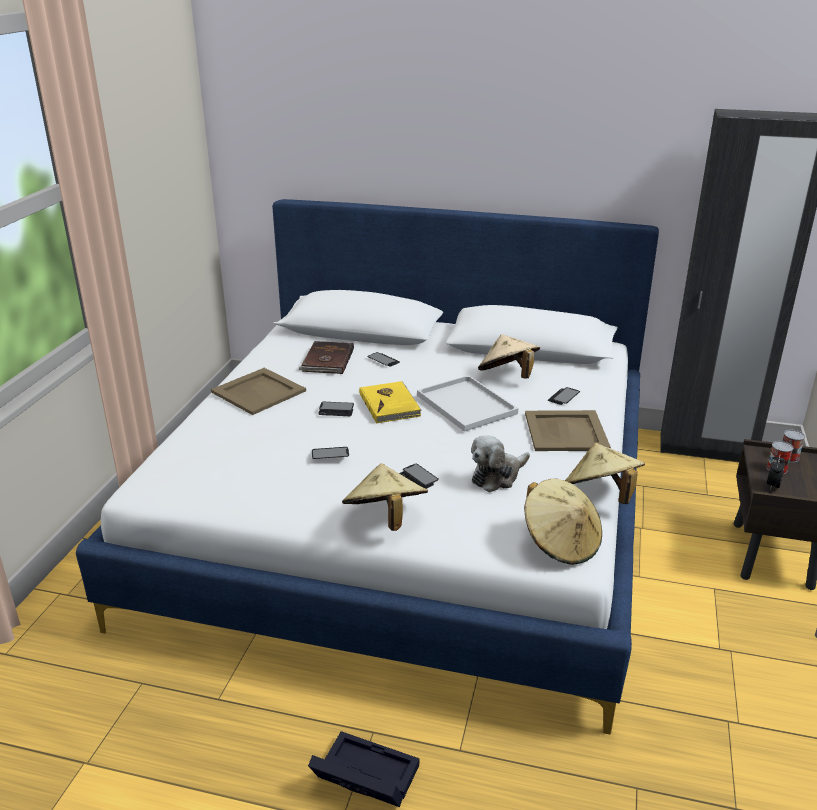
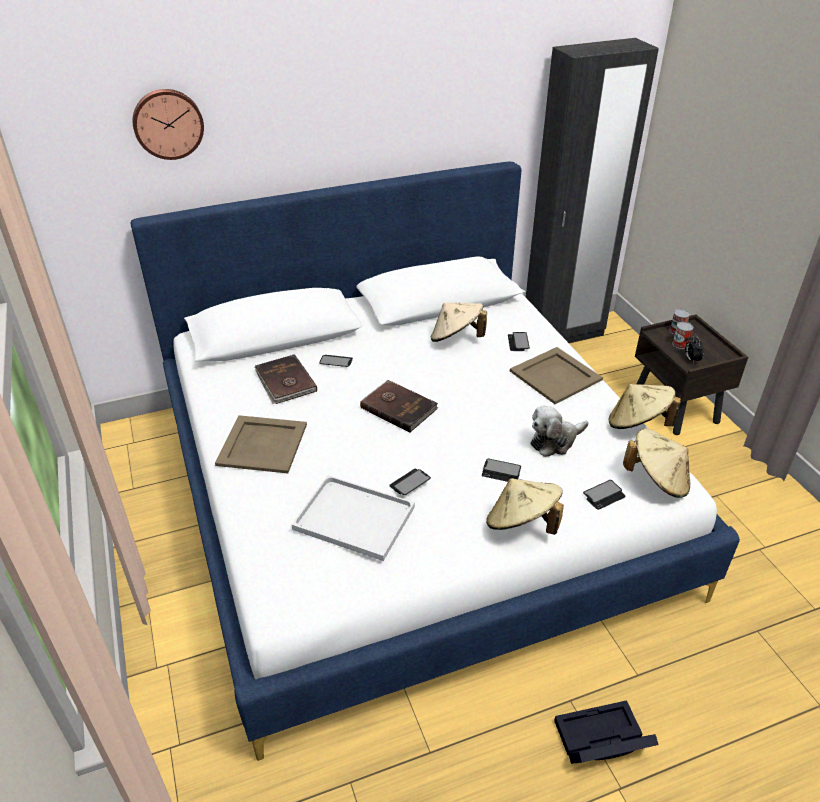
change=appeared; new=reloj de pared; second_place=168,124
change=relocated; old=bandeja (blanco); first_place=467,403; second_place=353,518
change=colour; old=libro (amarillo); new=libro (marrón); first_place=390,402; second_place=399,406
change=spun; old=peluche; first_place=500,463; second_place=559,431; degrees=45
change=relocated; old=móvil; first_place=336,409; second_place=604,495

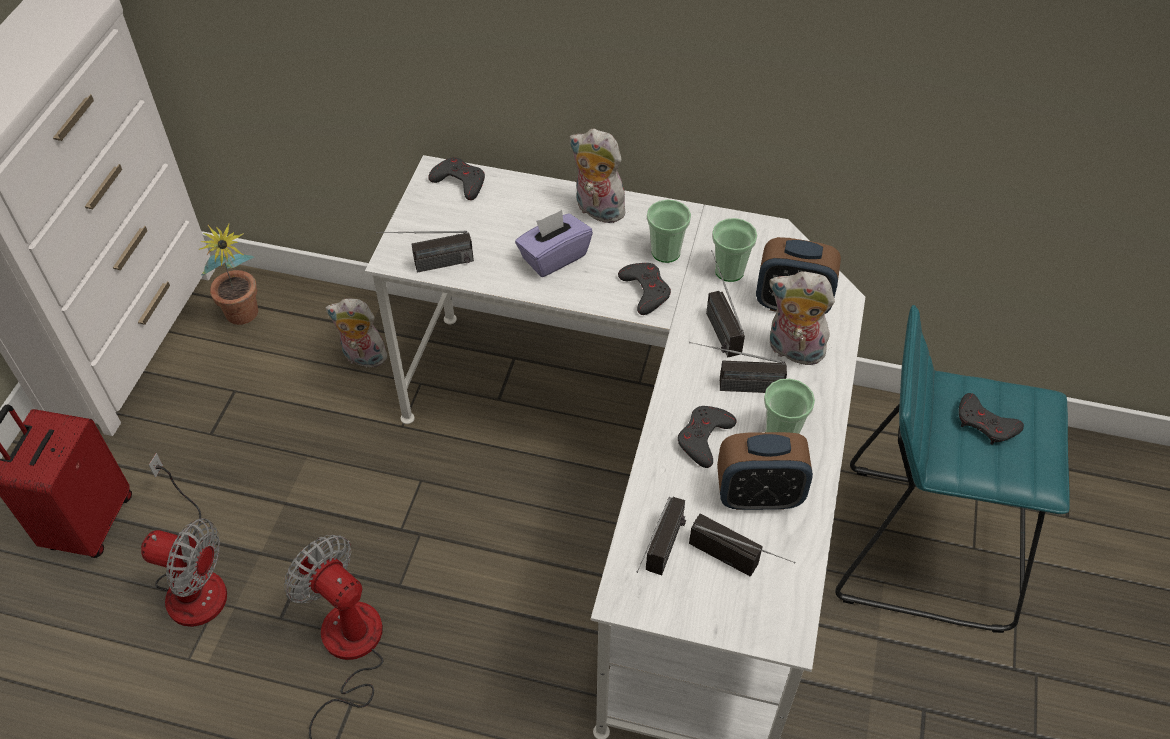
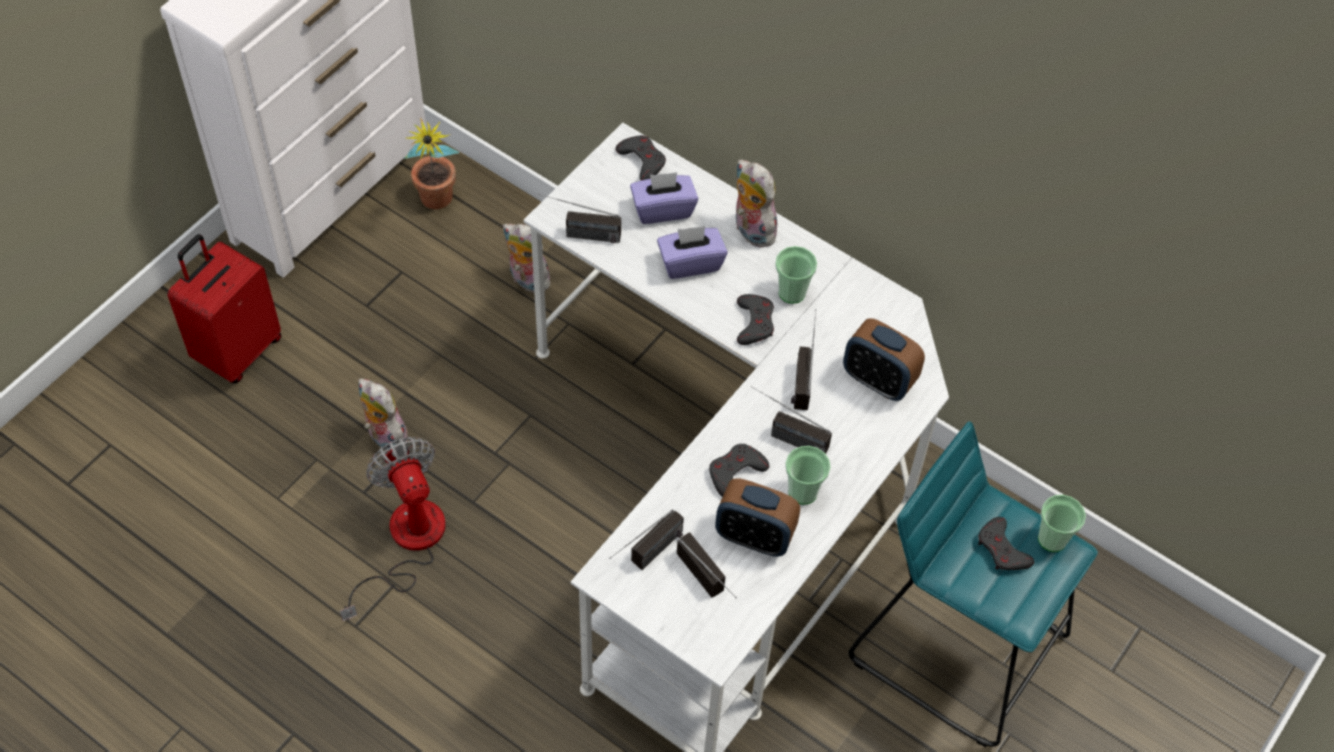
change=relocated; old=peluche; first_place=802,318; second_place=384,414
change=appeared; new=caja de pañuelos (morado); second_place=664,198
change=relocated; old=taza; first_place=734,250; second_place=1062,523
change=missing; old=ventilador; first_place=184,540

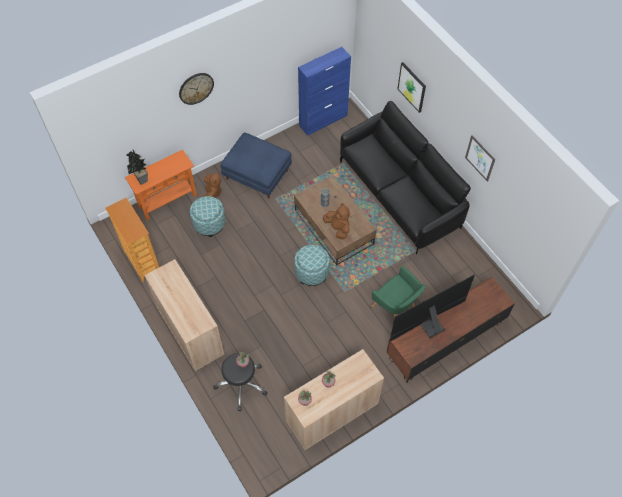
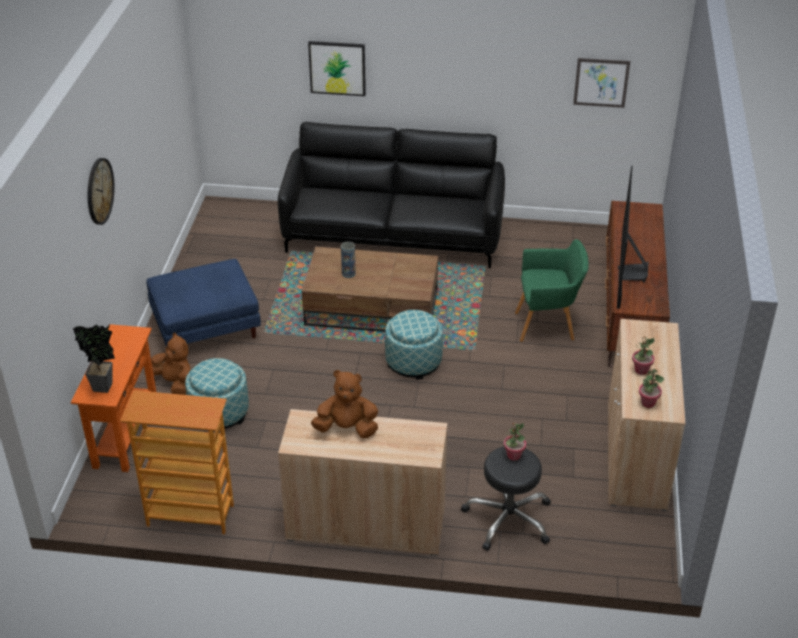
change=relocated; old=peluche (marrón); first_place=336,221; second_place=344,404
change=relocated; old=cuadro; first_place=480,158; second_place=601,83
change=missing; old=armario (azul); first_place=324,91

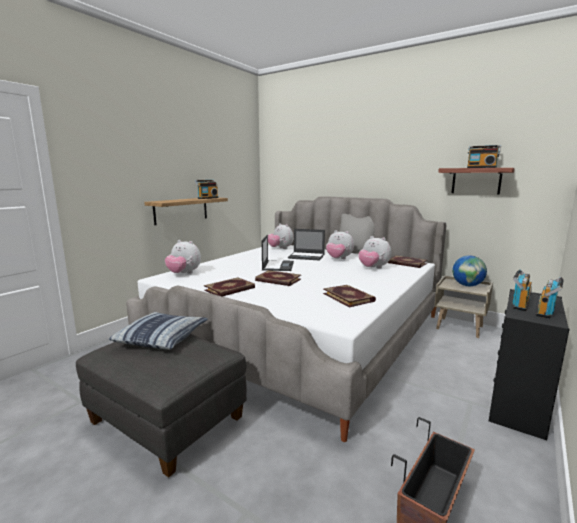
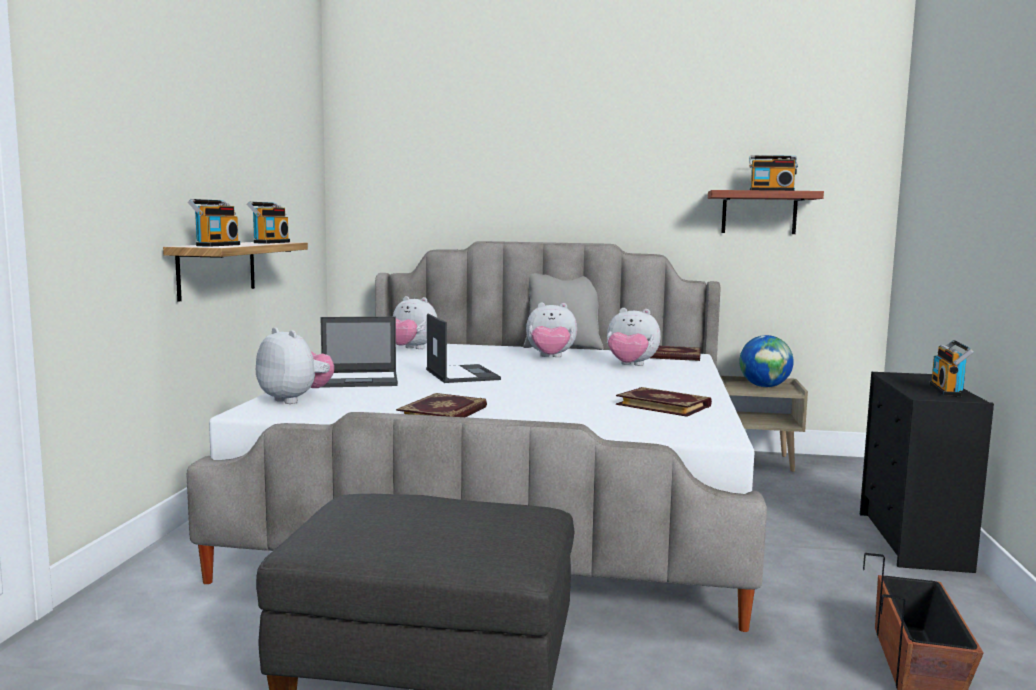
change=relocated; old=radio; first_place=522,290; second_place=214,223
change=spun; old=peluche; first_place=183,257; second_place=295,365; degrees=-135
change=relocated; old=portátil; first_place=306,245; second_place=359,352
change=missing; old=cojín; first_place=158,331
change=missing; old=libro; first_place=278,278

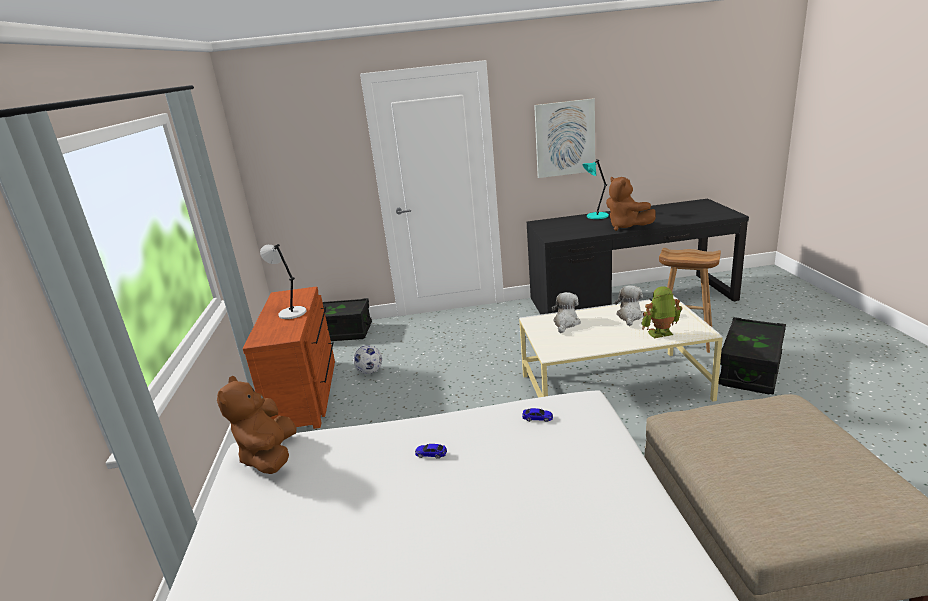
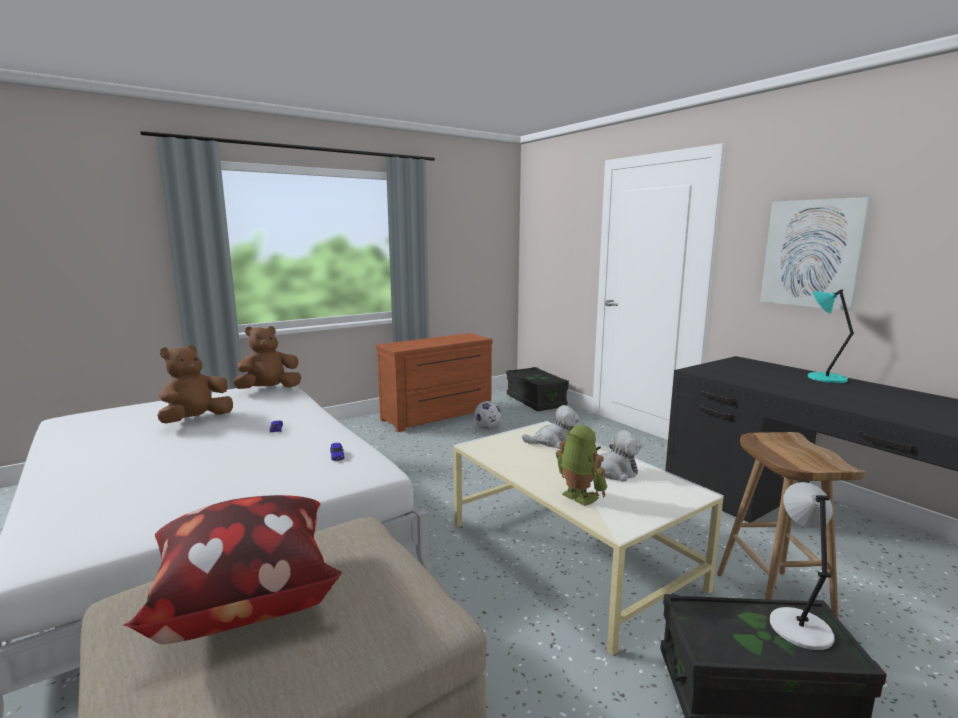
change=appeared; new=cojín; second_place=232,569
change=relocated; old=peluche (marrón); first_place=631,204; second_place=195,384
change=relocated; old=lámpara de mesa (gris); first_place=283,281; second_place=802,566

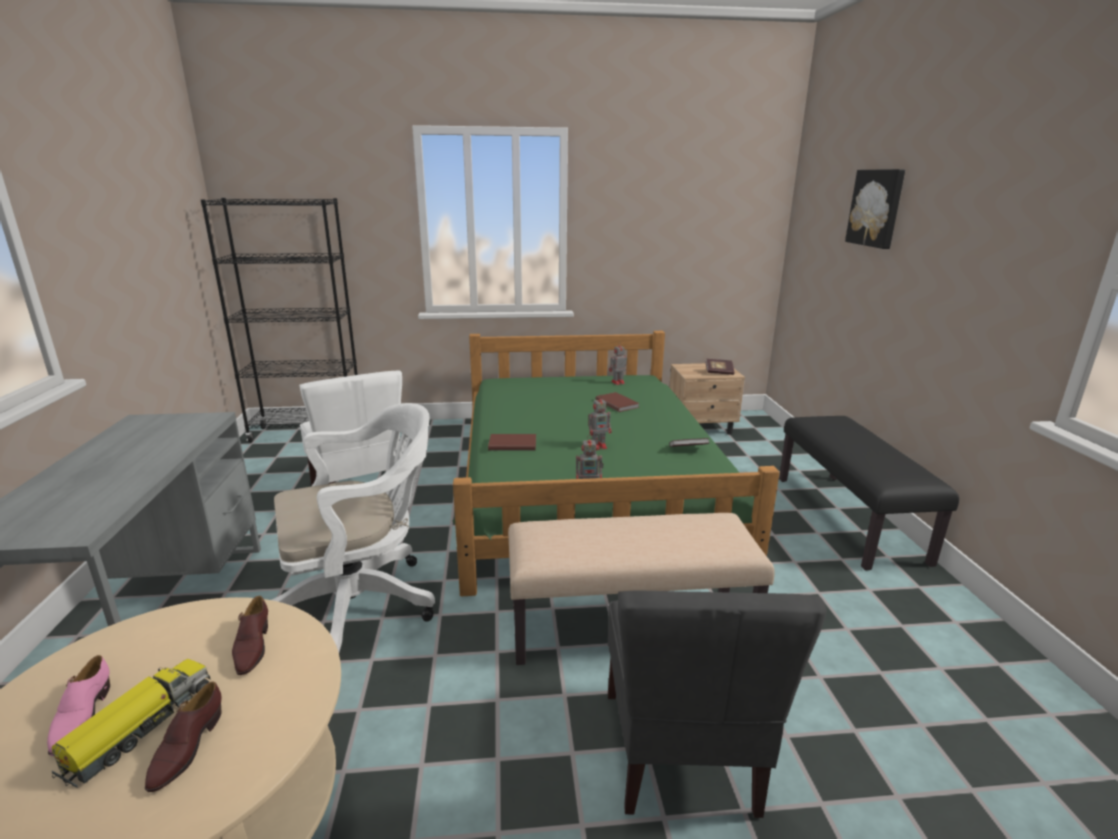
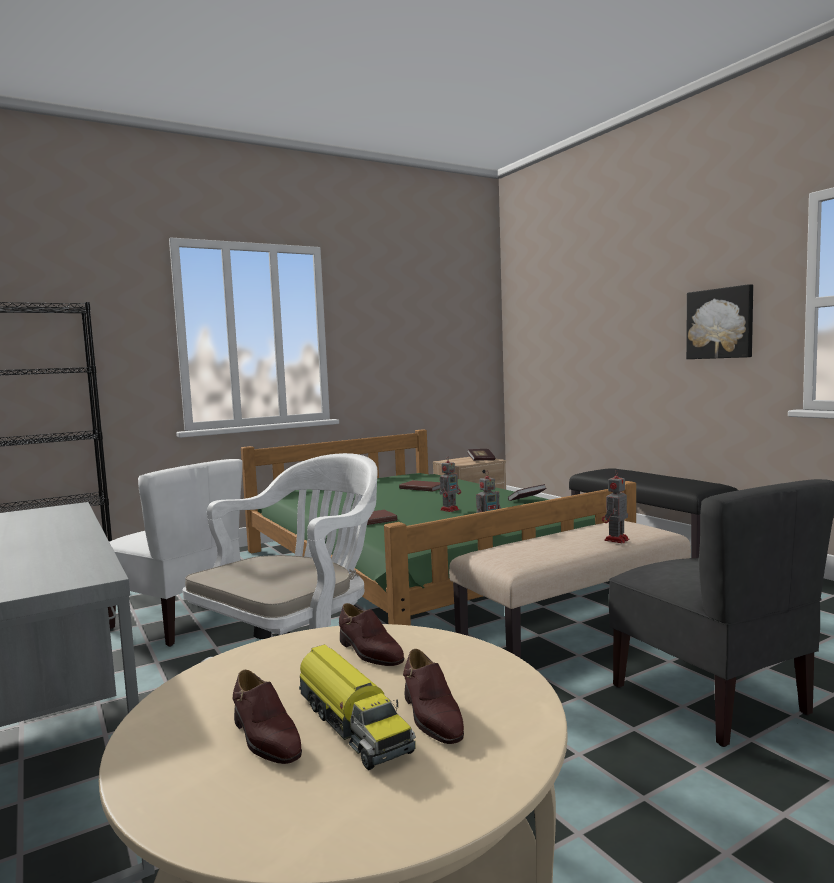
change=colour; old=zapato (rosa); new=zapato (marrón); first_place=78,705; second_place=267,717
change=spun; old=camión de juguete; first_place=131,723; second_place=357,707; degrees=150
change=relocated; old=robot de juguete; first_place=618,363; second_place=615,506
change=relocated; old=cuadro; first_place=875,209; second_place=719,321

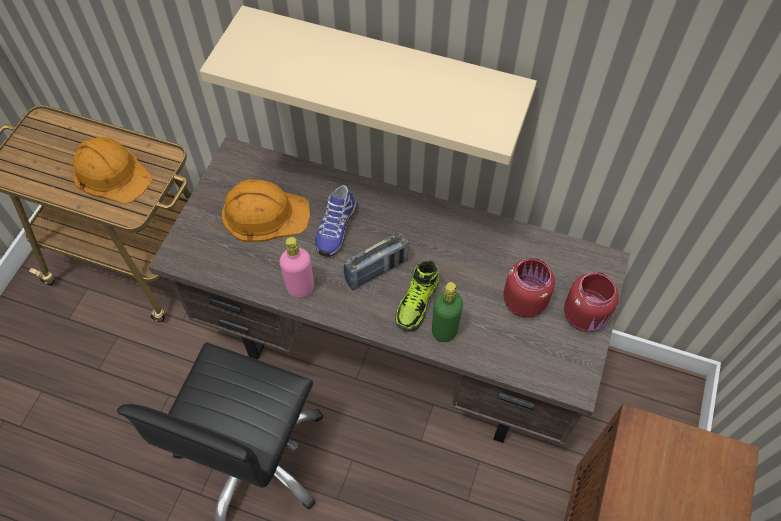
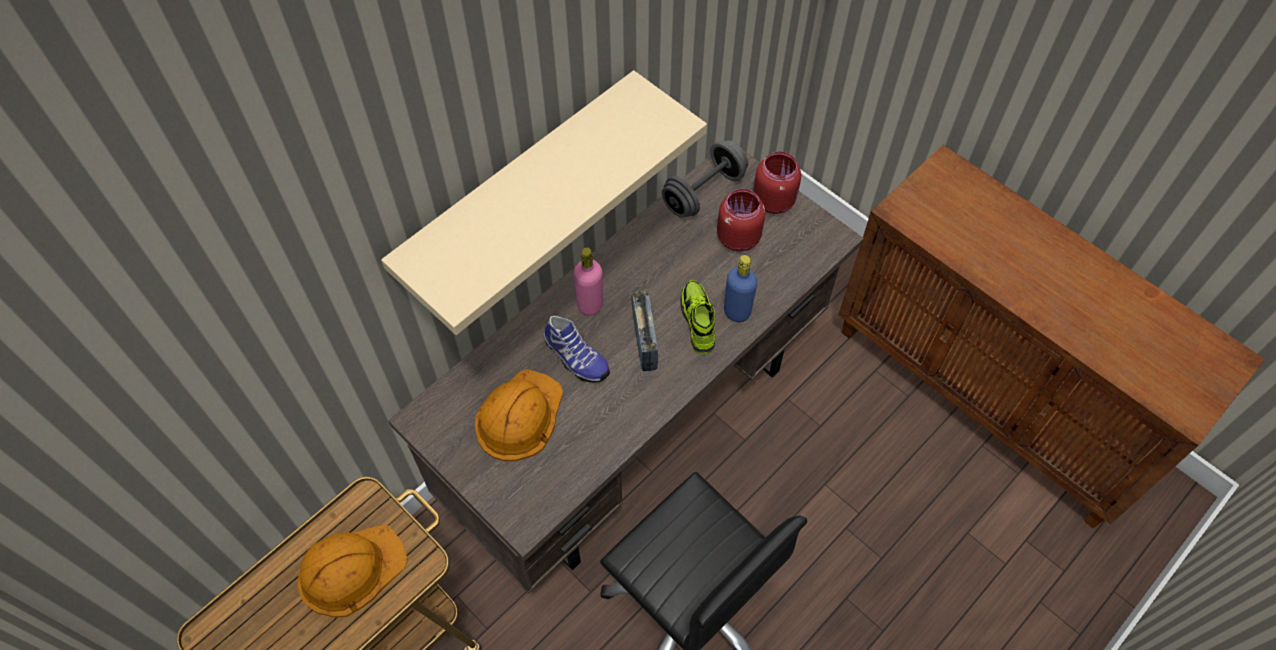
change=relocated; old=botella (rosa); first_place=297,267; second_place=588,281
change=appeared; new=mancuerna (gris); second_place=705,179
change=spun; old=zapato; first_place=417,296; second_place=698,317; degrees=-150
change=colour; old=botella (verde); new=botella (azul); first_place=447,312; second_place=740,288

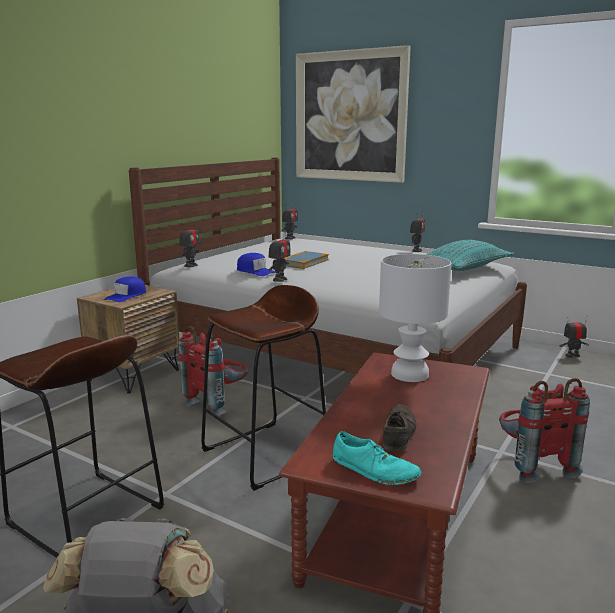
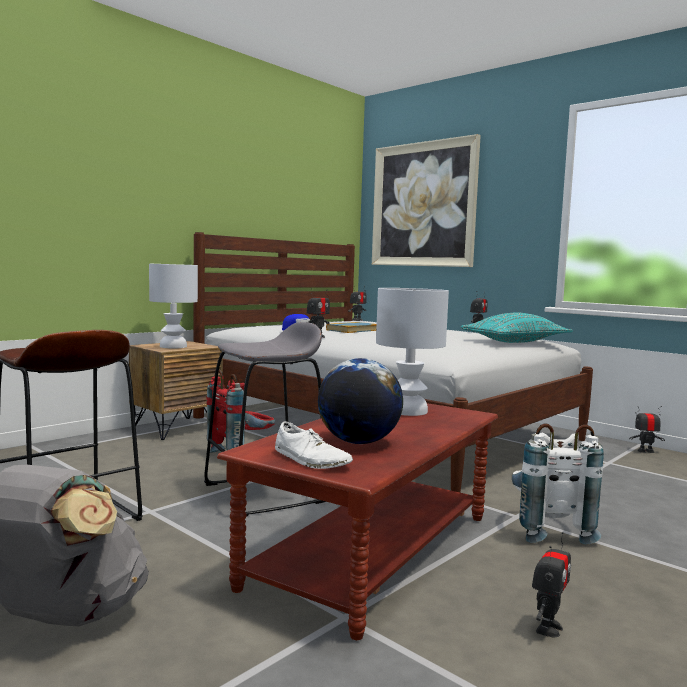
change=exchanged; old=gorra (azul); new=lámpara de mesa (blanco); first_place=125,289; second_place=173,306
change=colour; old=taburete (marrón); new=taburete (gris); first_place=263,388; second_place=265,419
change=colour; old=zapato (turquesa); new=zapato (blanco); first_place=377,458; second_place=314,445
change=exchanged; old=zapato (marrón); new=globo terráqueo; first_place=399,427; second_place=360,401
change=colour; old=mochila (rojo); new=mochila (blanco); first_place=544,430; second_place=558,483
change=relocated; old=robot de juguete; first_place=189,245; second_place=551,584

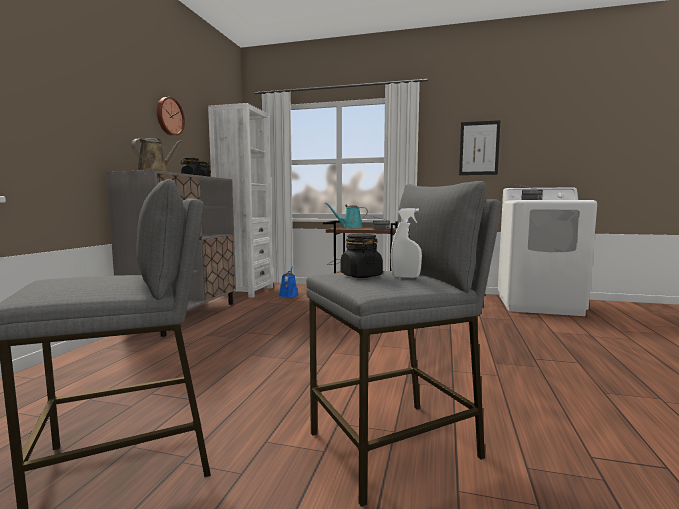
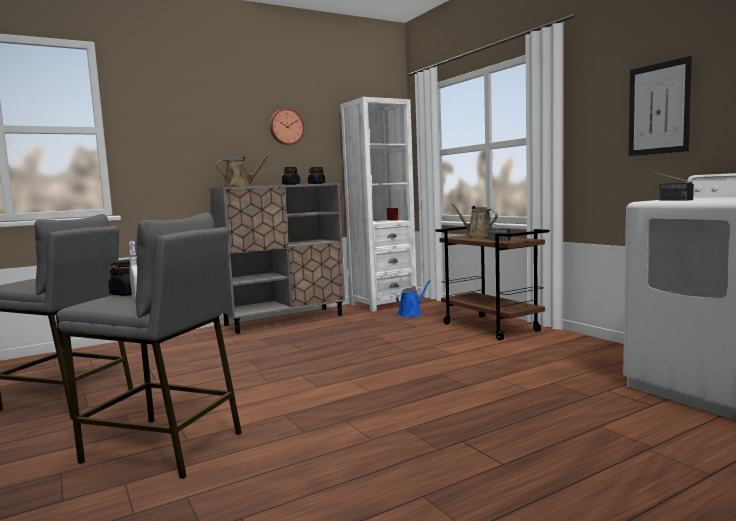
change=colour; old=regadera (turquesa); new=regadera (marrón); first_place=346,215; second_place=474,220

